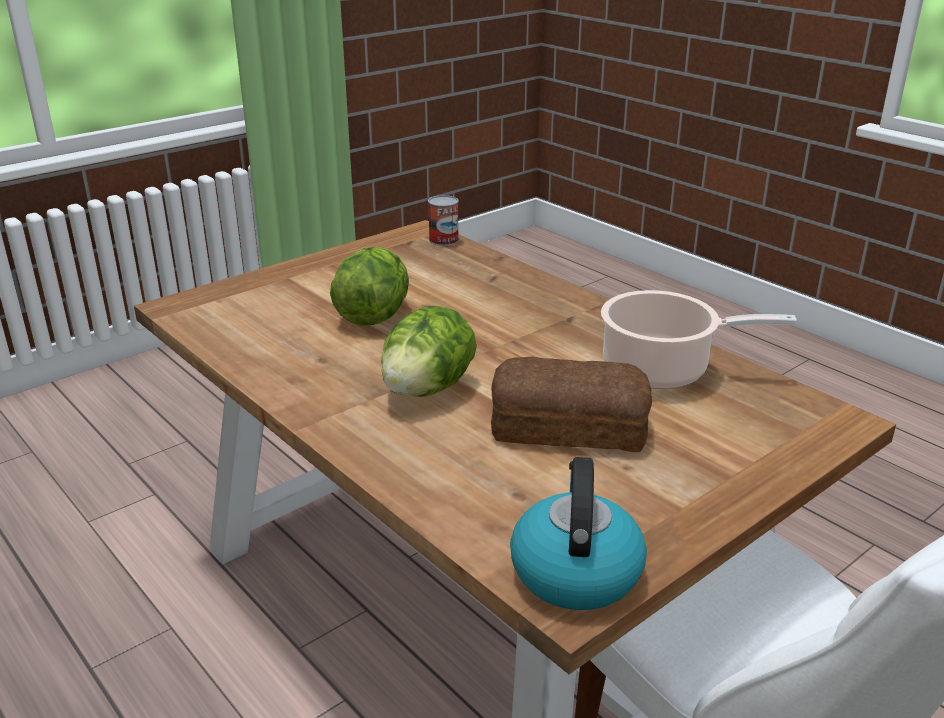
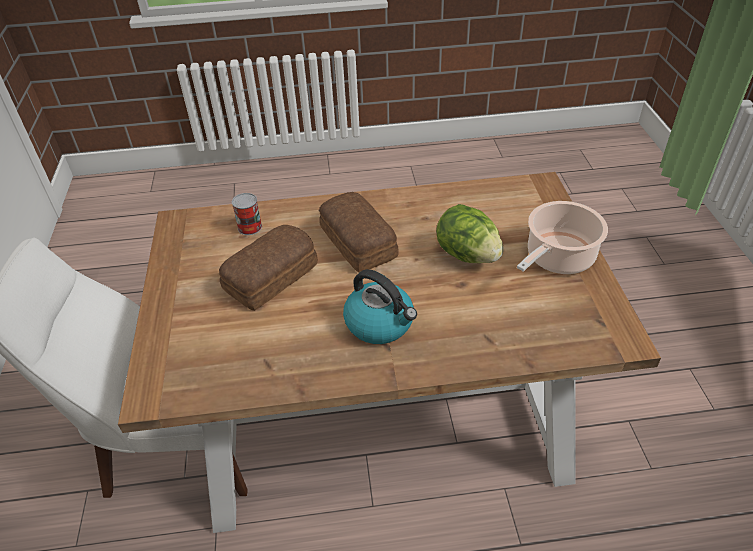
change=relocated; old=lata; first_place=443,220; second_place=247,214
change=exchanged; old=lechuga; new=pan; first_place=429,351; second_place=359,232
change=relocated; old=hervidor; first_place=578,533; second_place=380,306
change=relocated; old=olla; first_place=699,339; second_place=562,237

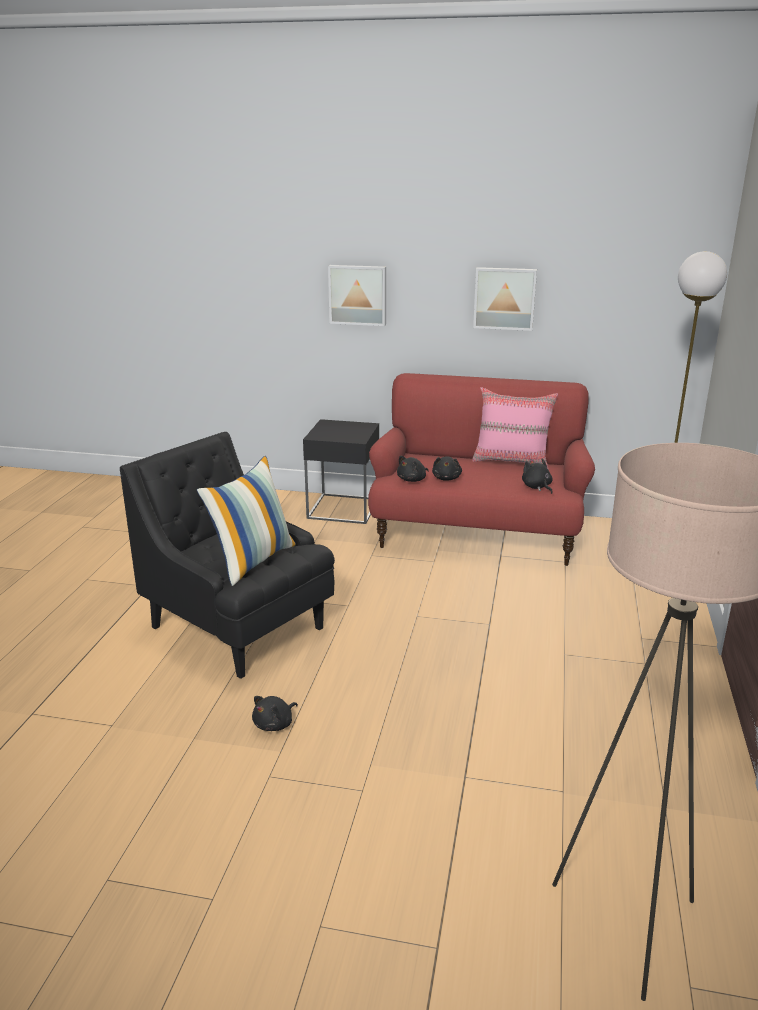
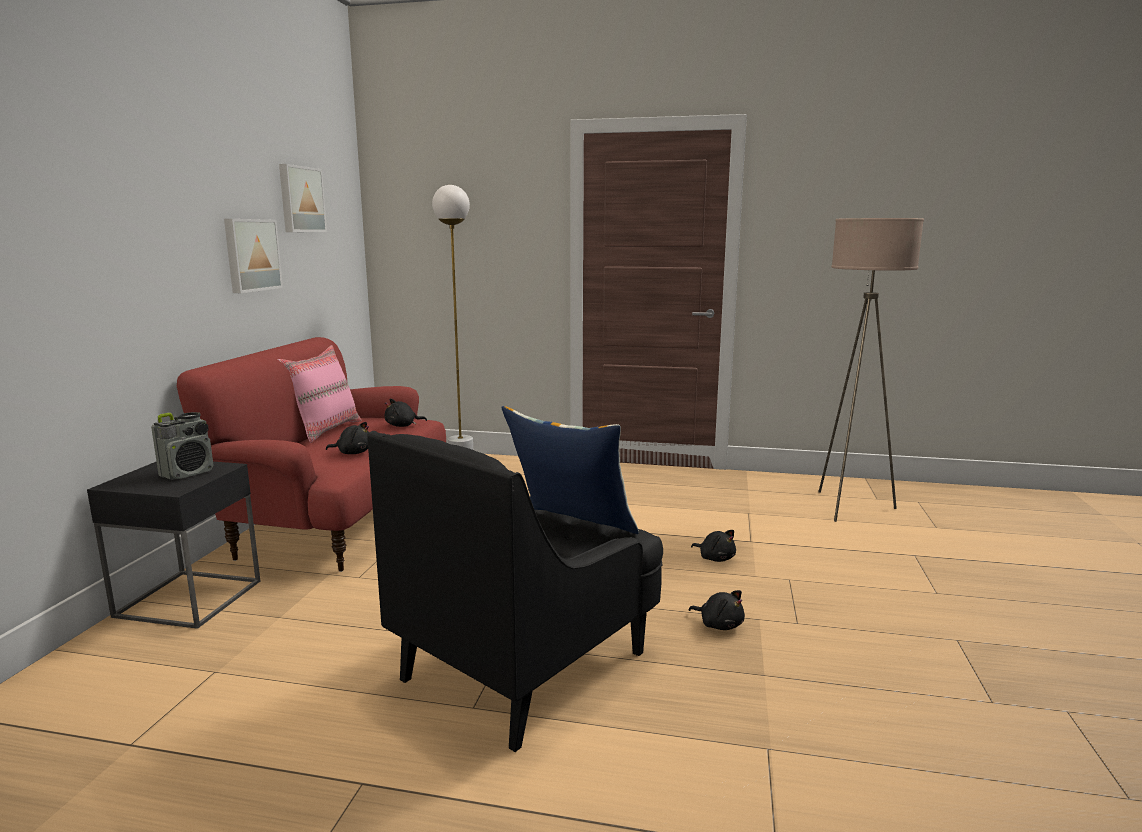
change=appeared; new=radio; second_place=182,446
change=relocated; old=cuadro; first_place=357,295; second_place=303,198
change=relocated; old=peluche (negro); first_place=413,469; second_place=713,546

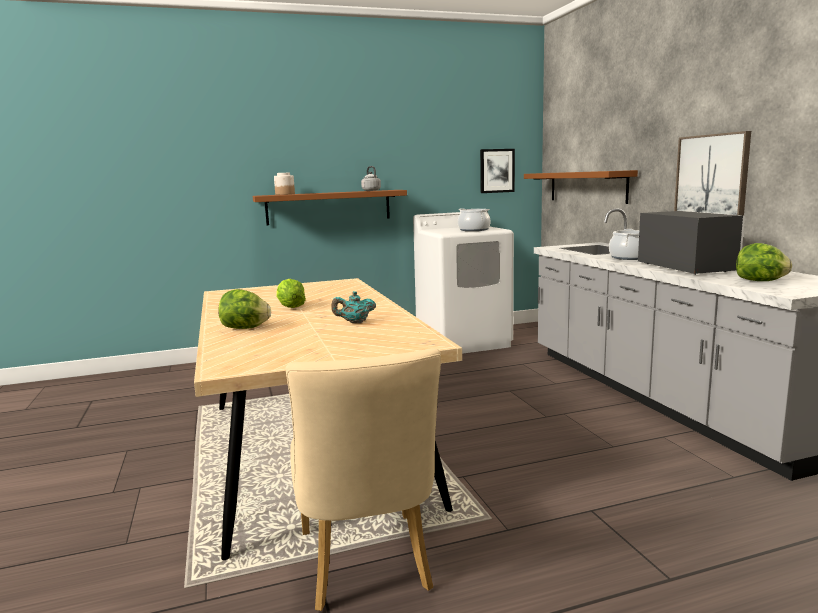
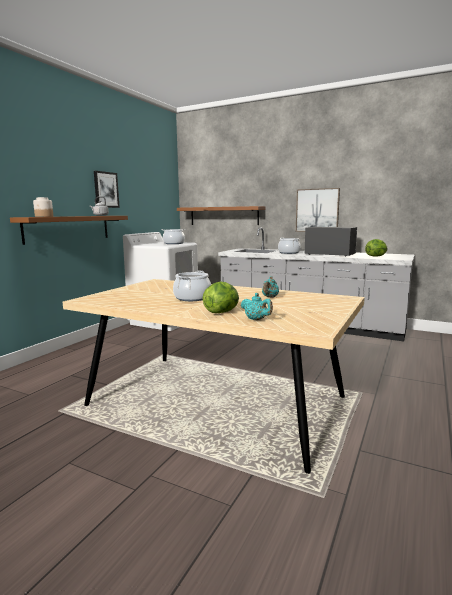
change=relocated; old=cuadro; first_place=497,171; second_place=107,189
change=exchanged; old=lechuga; new=olla; first_place=291,293; second_place=192,286
change=appeared; new=tetera (turquesa); second_place=257,306
change=missing; old=silla (beis); first_place=363,479

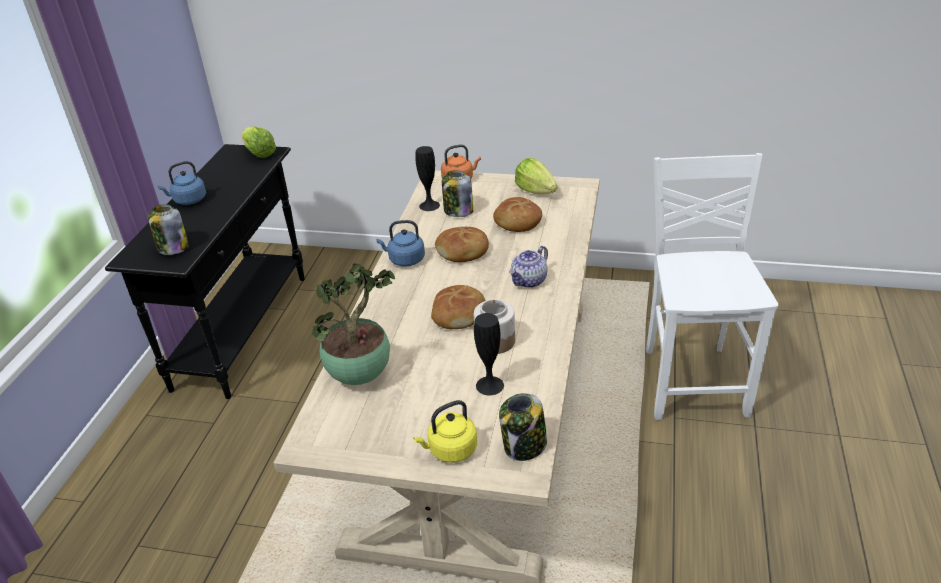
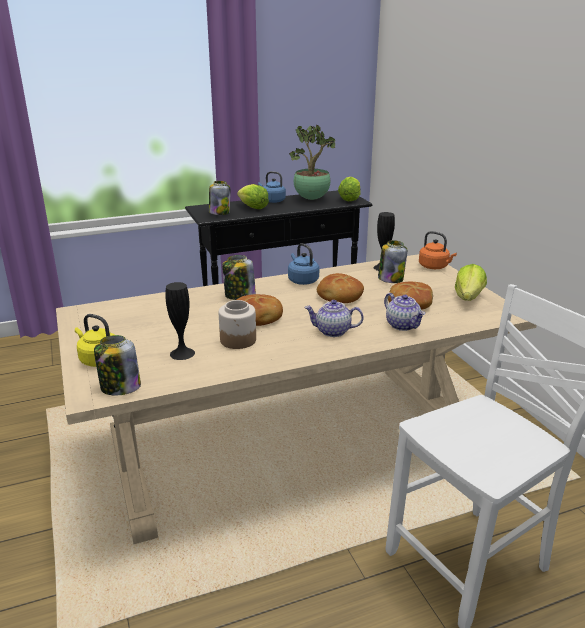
change=appeared; new=tarro; second_place=239,277
change=appeared; new=lechuga; second_place=253,196
change=relocated; old=planta en maceta; first_place=353,324; second_place=312,162
change=appeared; new=tetera; second_place=404,312

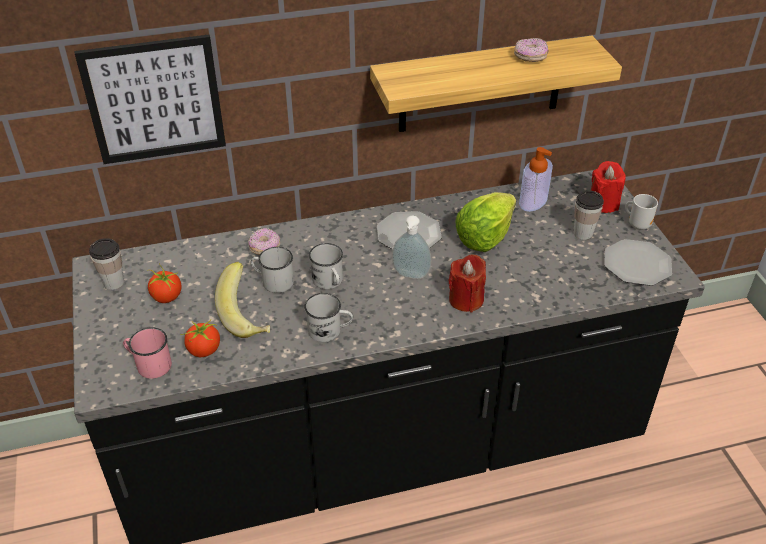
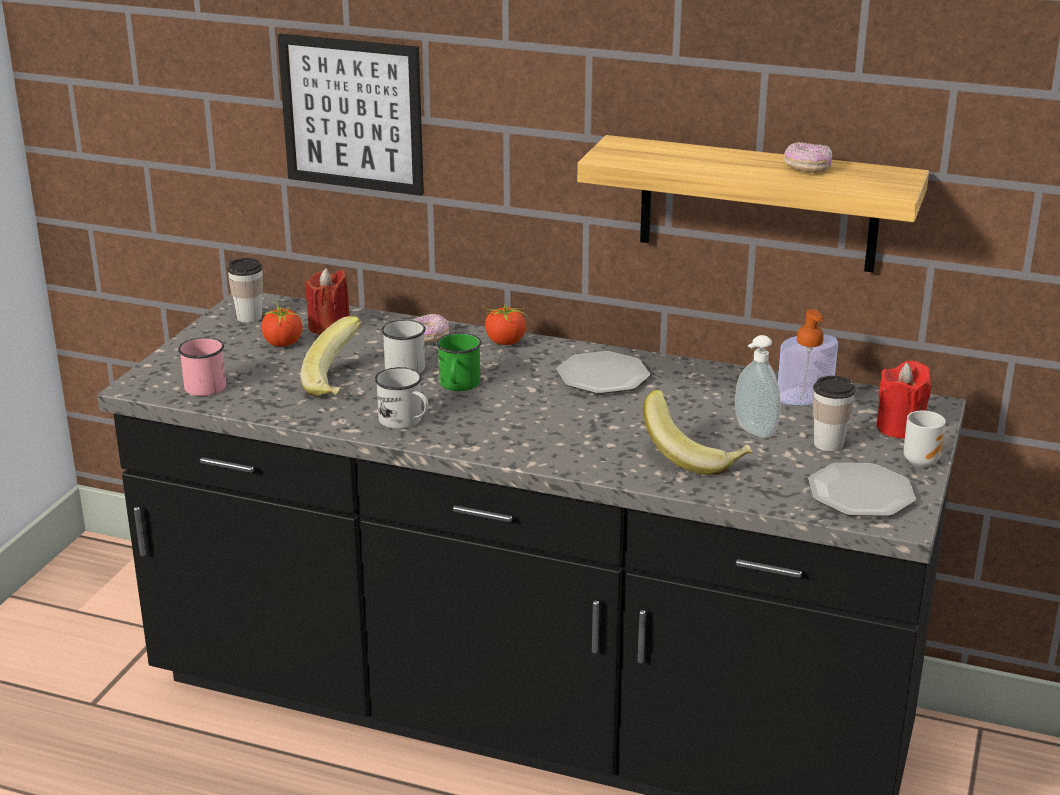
change=relocated; old=vela (rojo); first_place=467,283; second_place=327,301
change=colour; old=taza grande (blanco); new=taza grande (verde); first_place=326,266; second_place=458,362
change=relocated; old=tomate; first_place=200,338; second_place=505,324
change=appeared; new=plátano; second_place=698,432
change=relocated; old=dispensador de jabón; first_place=411,247; second_place=758,386
change=missing; old=lechuga; first_place=485,222

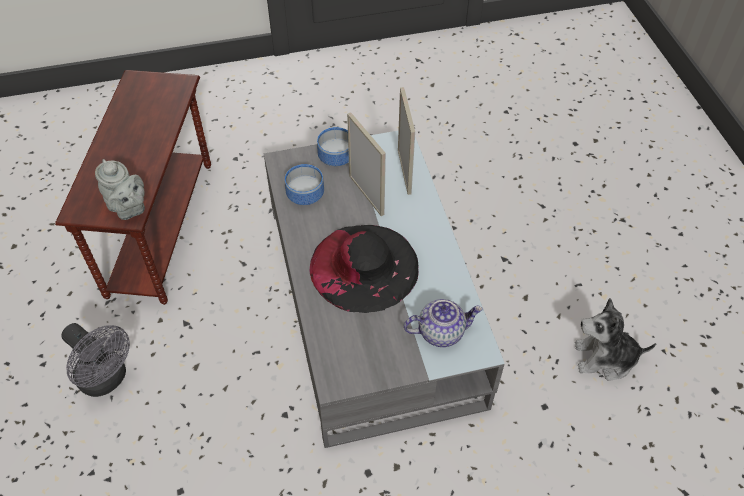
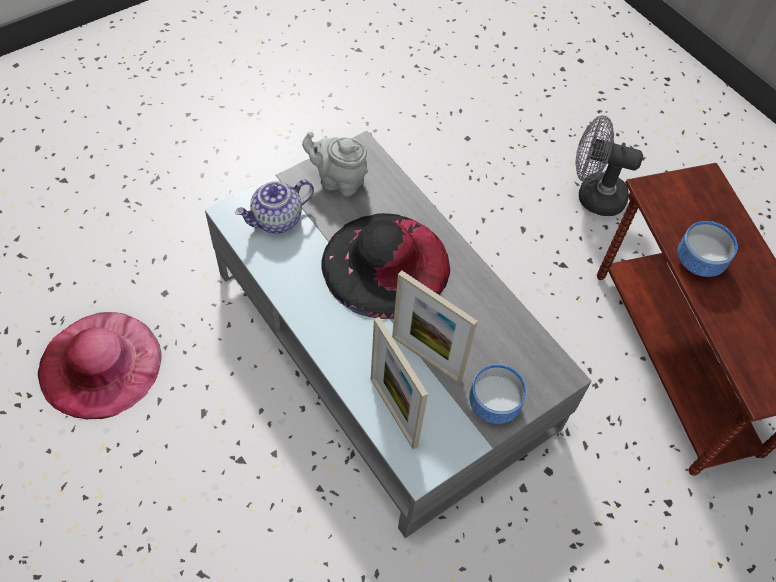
change=exchanged; old=peluche; new=sombrero (rosa); first_place=615,339; second_place=100,366
change=relocated; old=tetera (gris); first_place=120,189; second_place=335,164
change=relocated; old=cuenco; first_place=304,184; second_place=707,249

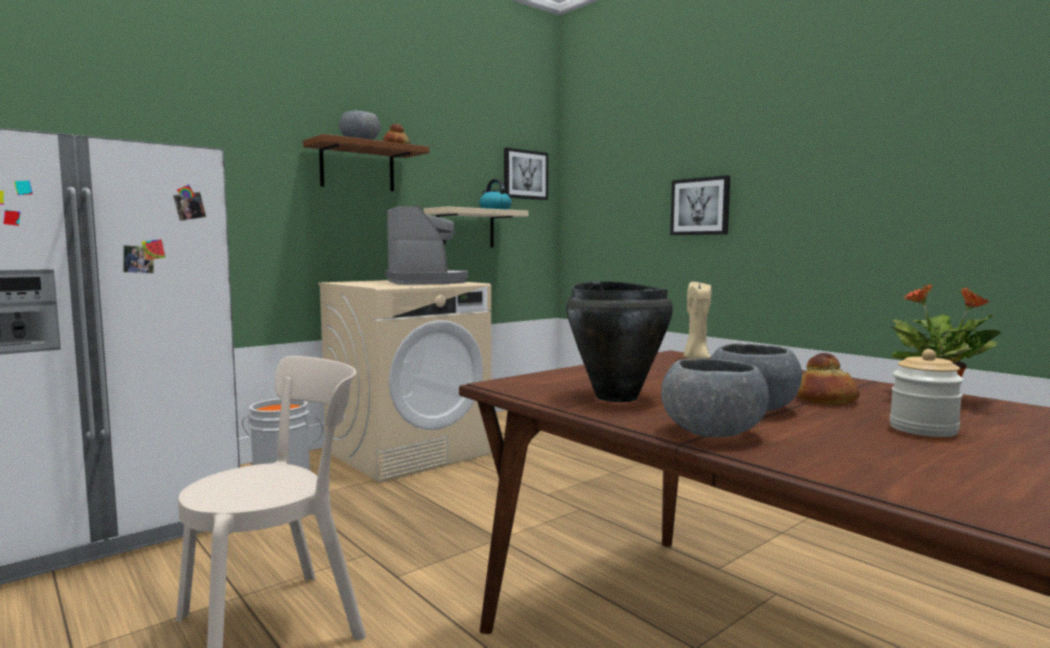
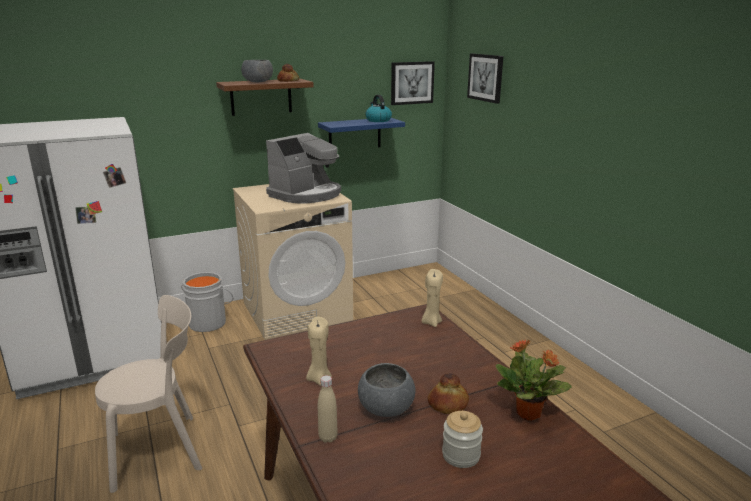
change=spun; old=cafetera; first_place=426,245; second_place=303,168; degrees=45
change=exchanged; old=olla (negro); new=vela (beis); first_place=619,341; second_place=319,351
change=colour; old=estante (beis); new=estante (azul); first_place=476,226; second_place=361,132
change=exchanged; old=cuenco (gris); new=botella (beis); first_place=715,397; second_place=328,409
change=relocated; old=cuadro; first_place=700,205; second_place=485,79

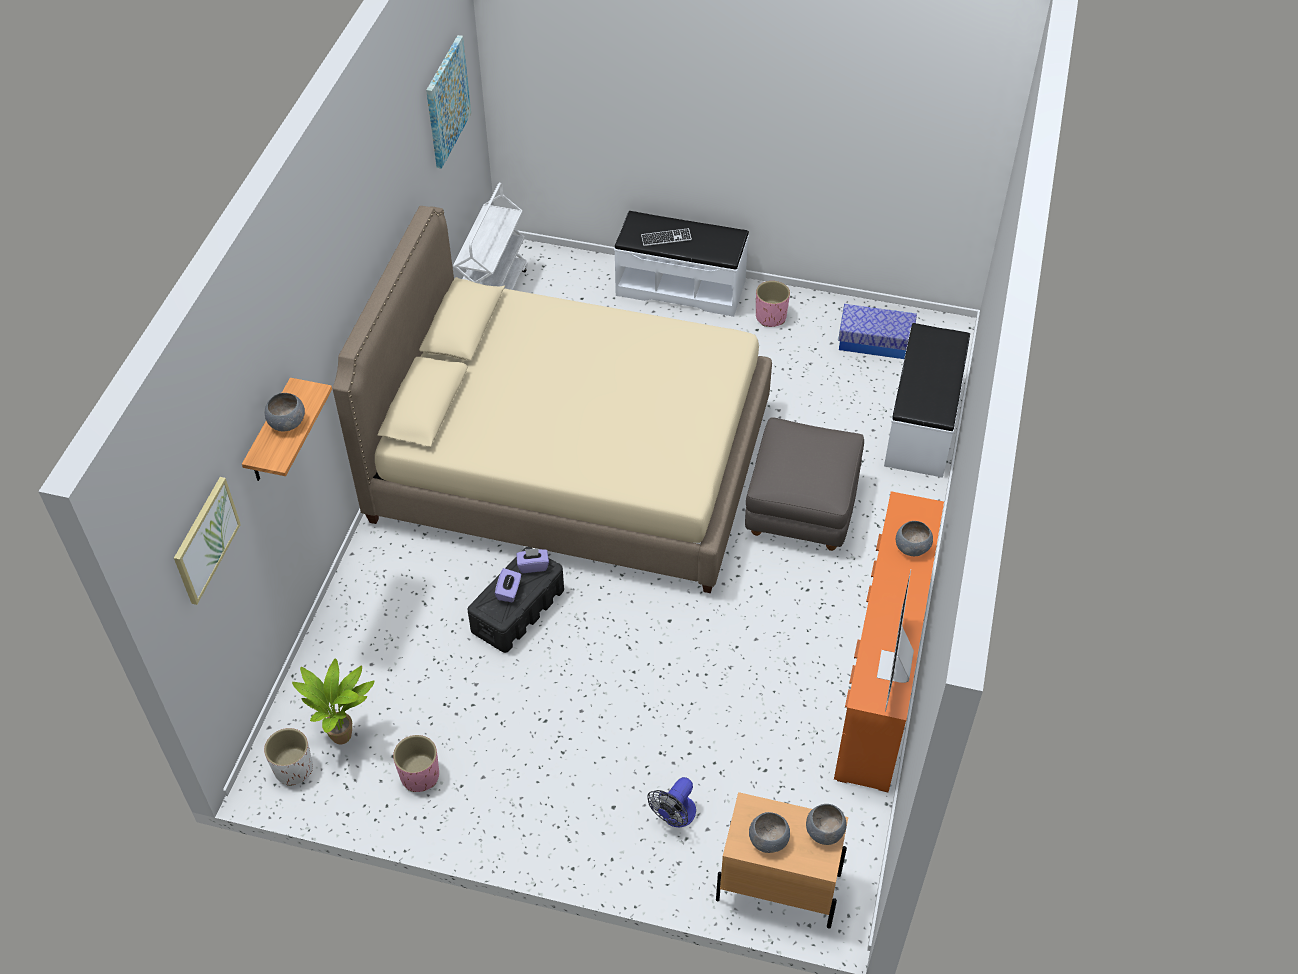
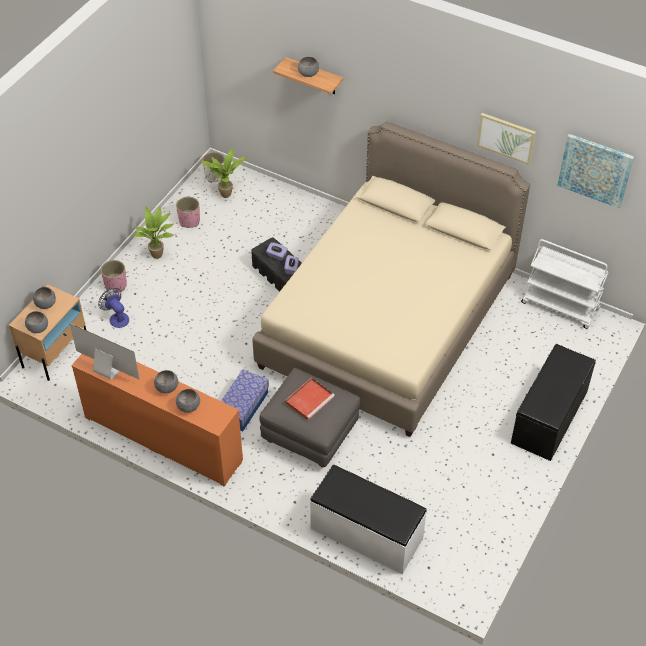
change=relocated; old=maceta (rosa); first_place=773,304; second_place=114,276
change=appeared; new=planta en maceta; second_place=153,233
change=appeared; new=cuenco (gris); second_place=166,382
change=relocated; old=caja de almacenaje; first_place=877,331; second_place=245,400
change=appeared; new=bandeja (rojo); second_place=310,398
change=relocated; old=cuadro; first_place=207,541; second_place=506,139
change=colour; old=banco (blanco); new=banco (negro); first_place=681,264; second_place=553,402
change=missing; old=teclado; first_place=666,237

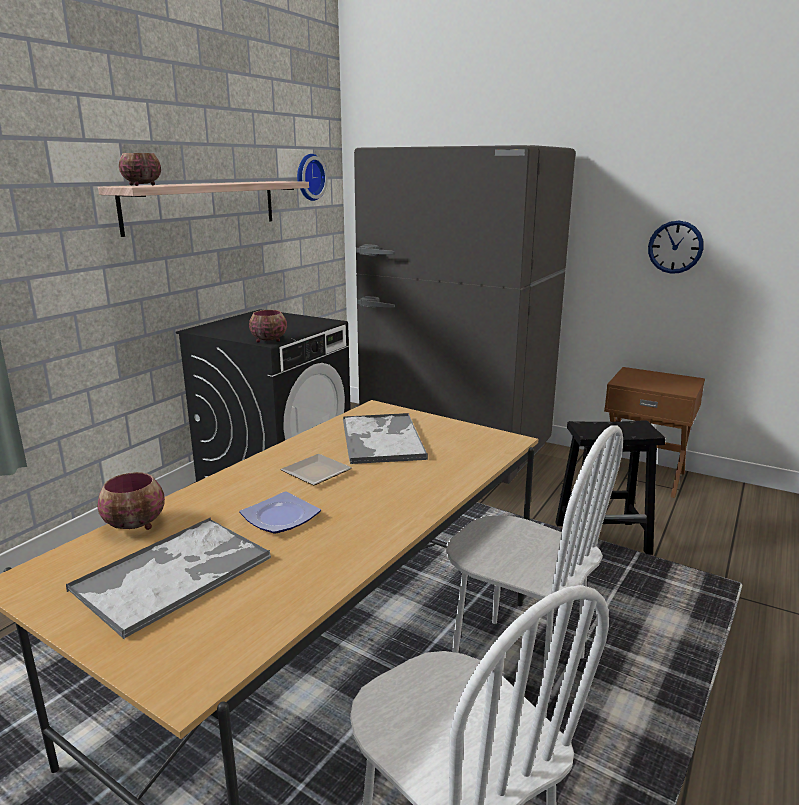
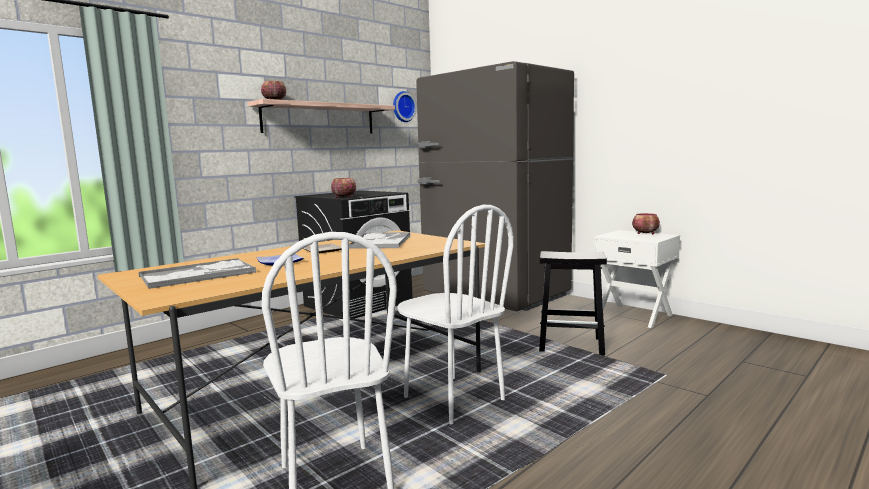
change=colour; old=mesita de noche (marrón); new=mesita de noche (blanco); first_place=654,432; second_place=637,279
change=relocated; old=cuenco; first_place=131,501; second_place=646,223
change=missing; old=reloj de pared; first_place=676,247

